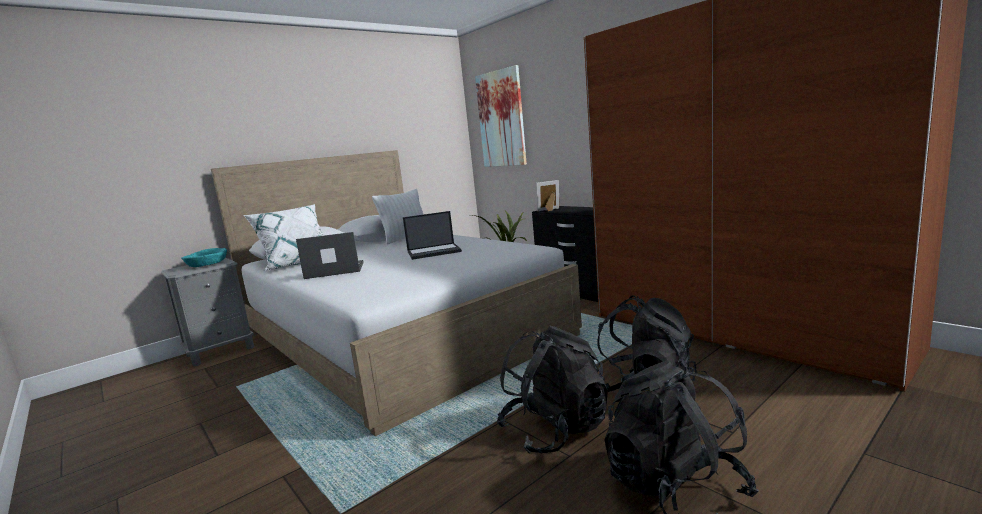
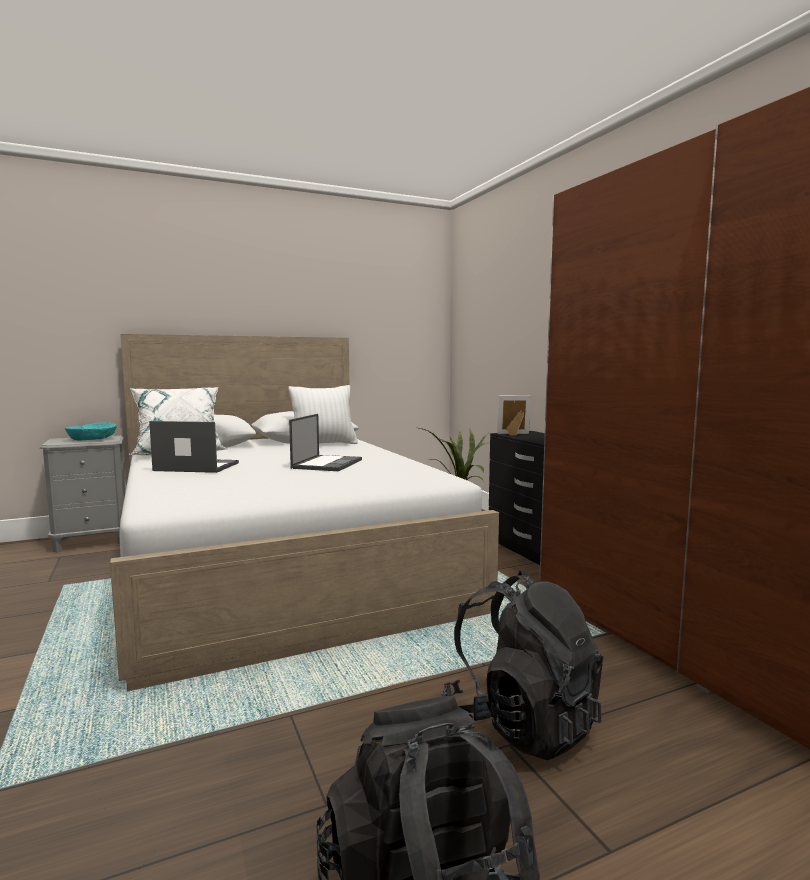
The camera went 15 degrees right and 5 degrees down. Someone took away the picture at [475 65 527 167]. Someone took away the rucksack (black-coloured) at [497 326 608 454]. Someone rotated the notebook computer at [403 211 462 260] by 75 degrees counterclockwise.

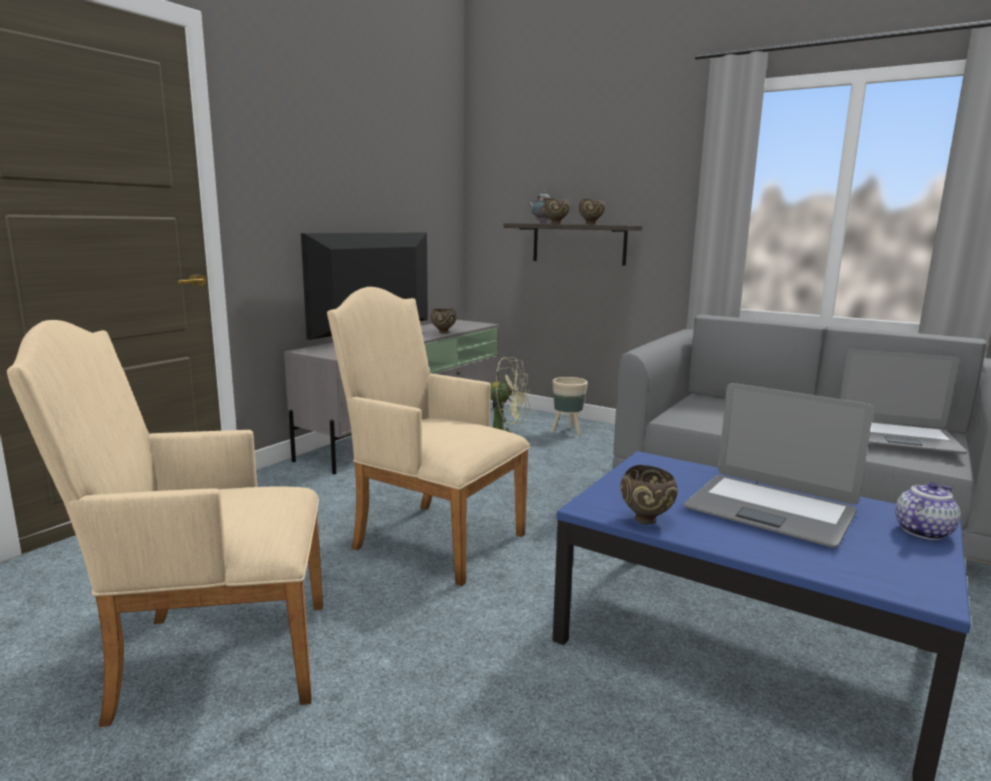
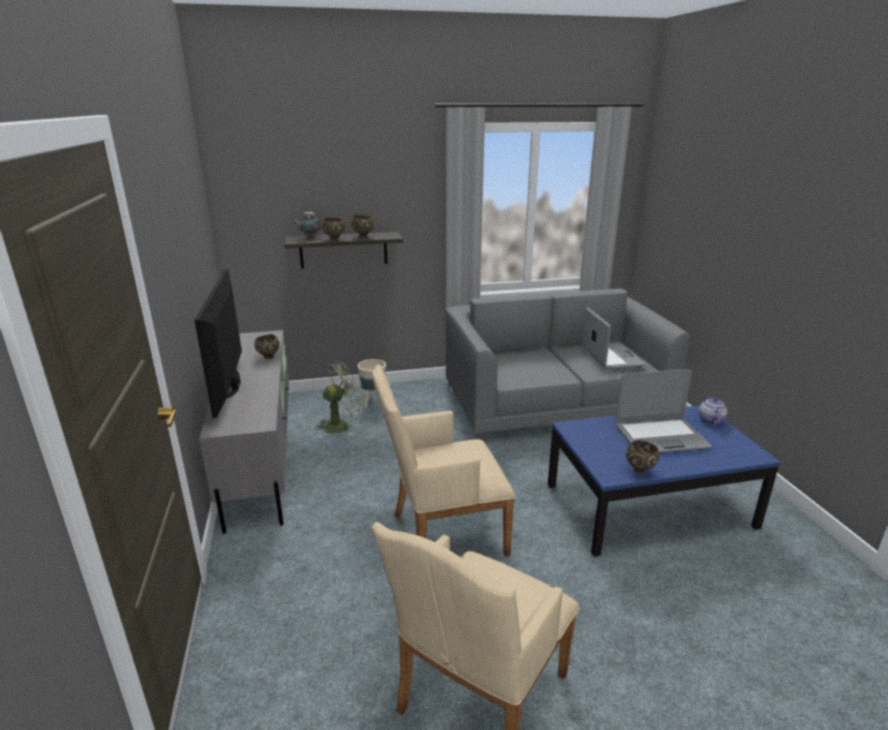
The camera went 45 degrees left and 10 degrees up. Someone rotated the notebook computer at [840 349 967 454] by 75 degrees counterclockwise.

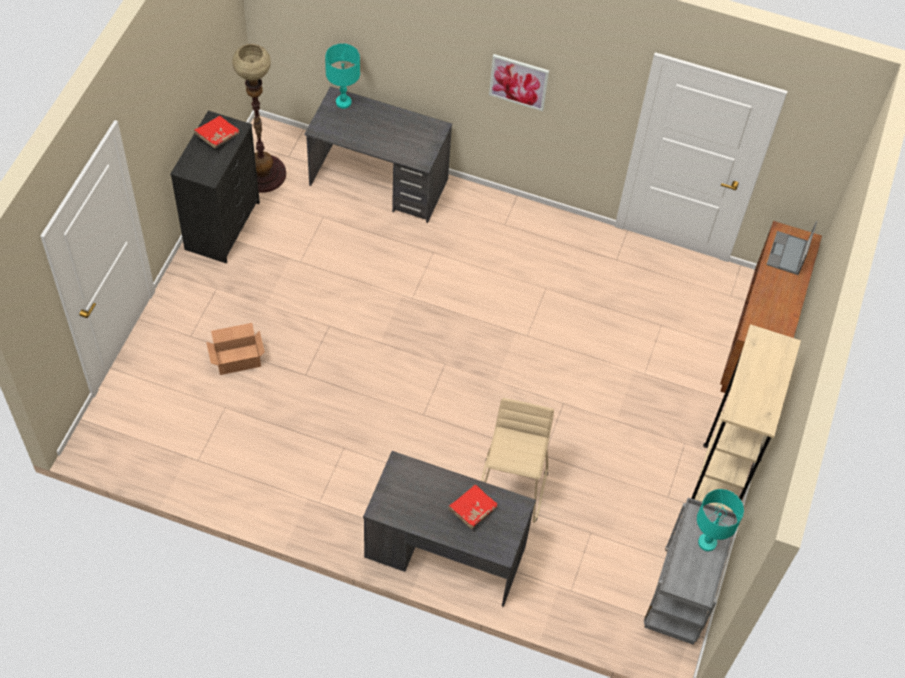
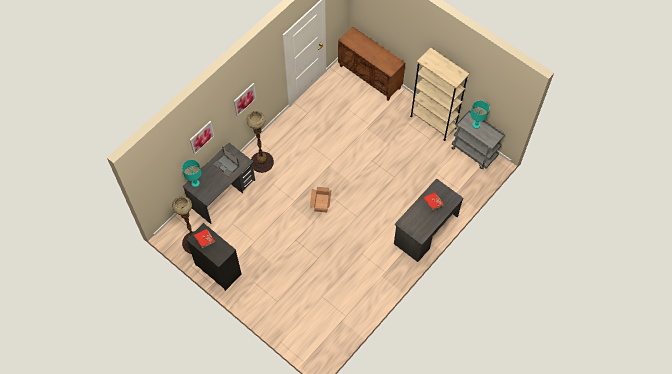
The camera went 65 degrees left and 5 degrees up. Someone took away the stool (beige-coloured) at [481 398 554 523]. Someone put up the picture at [190 121 214 155]. Someone put down the standard lamp at [247 111 274 173]. Someone carried the cardboard box from [206 323 265 375] to [310 187 332 212]. Someone carried the notebook computer from [766 221 817 275] to [213 146 239 177].

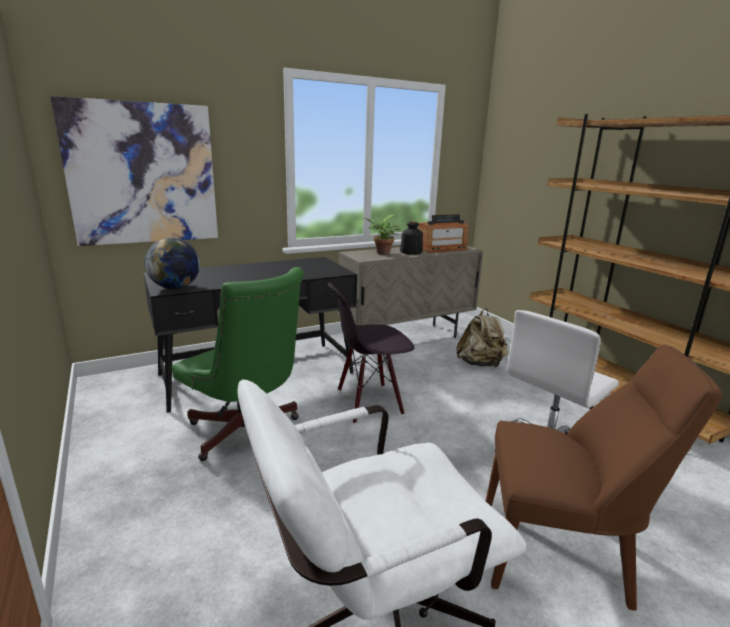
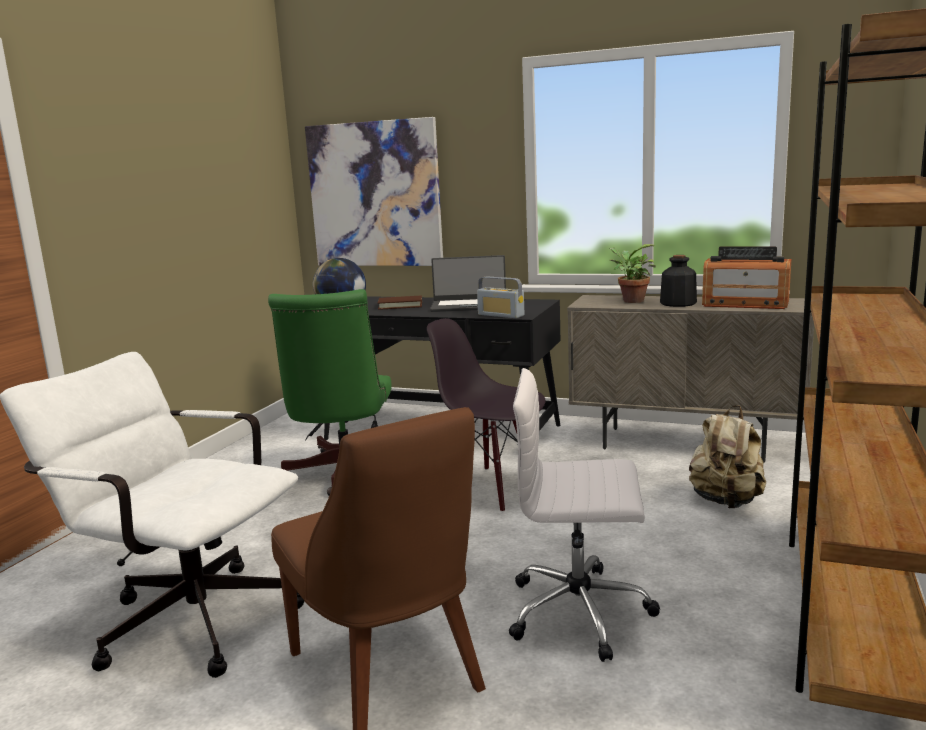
The camera went 50 degrees right and 5 degrees down. Someone put down the volume (brownish) at [378 296 422 310]. Someone put down the notebook computer at [430 255 506 312]. Someone put down the radio receiver at [477 276 525 318].

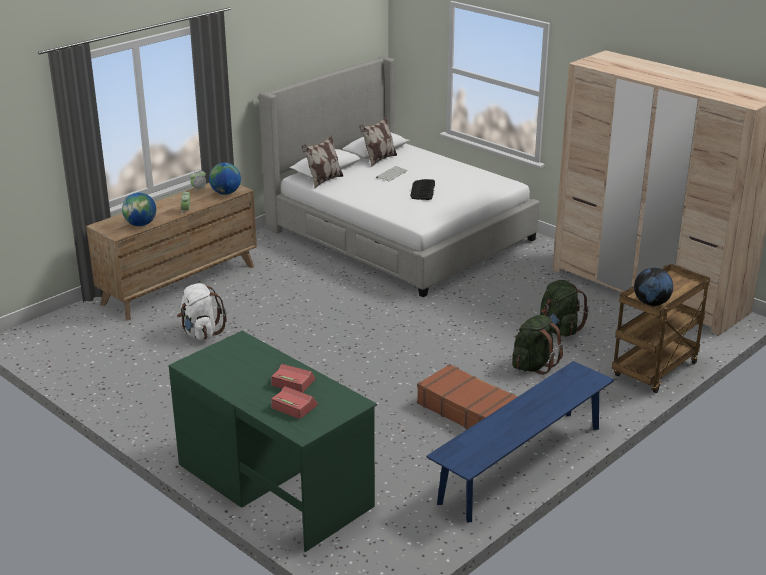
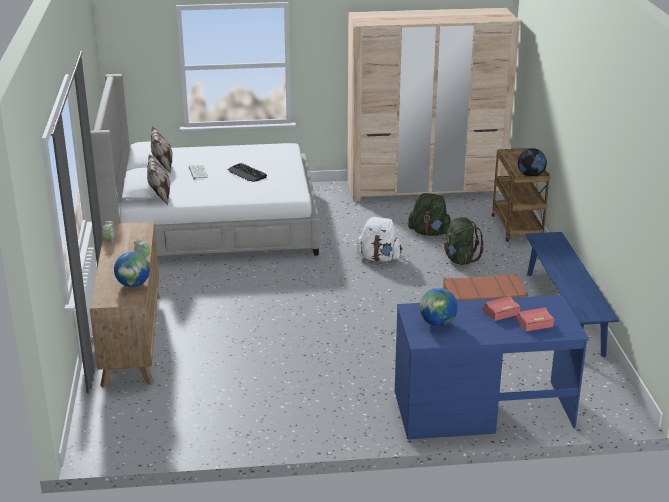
The camera went 50 degrees left and 0 degrees up. Someone carried the rucksack (white) from [177 283 226 340] to [357 217 403 262]. Someone carried the world globe from [209 163 241 195] to [420 288 458 326]. Someone repainted the desk (greenish) at [168 331 377 552], which became the desk (blue-coloured) at [395 295 589 439].

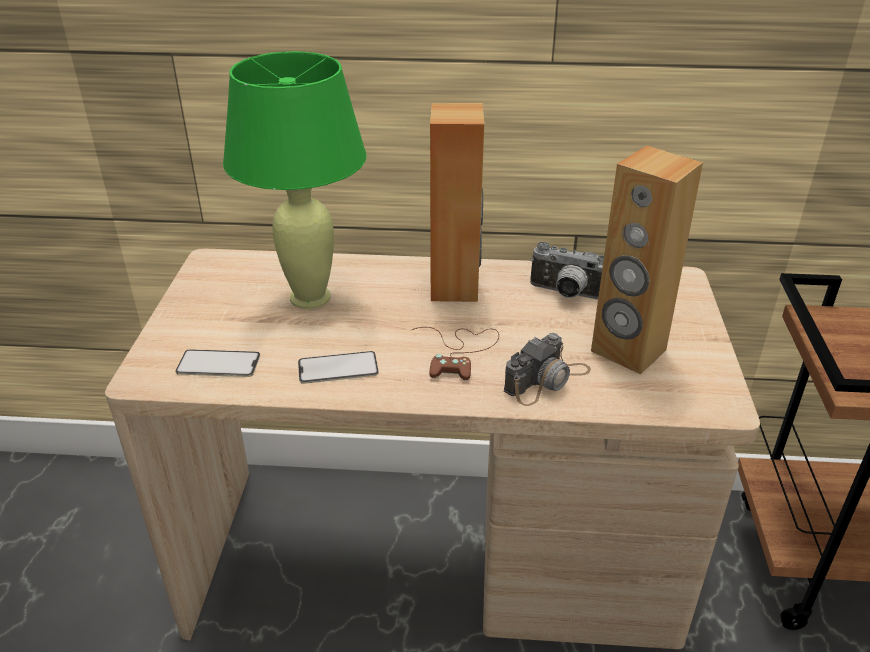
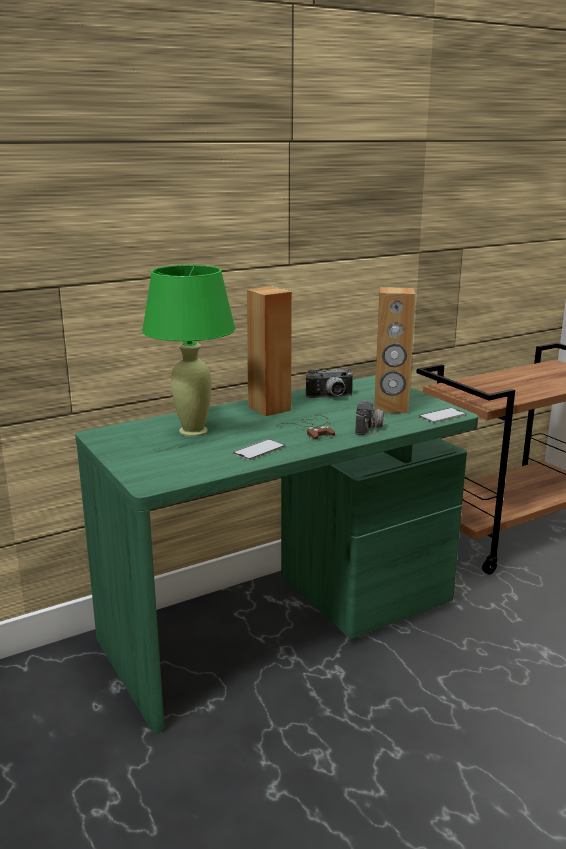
The camera went 35 degrees left and 15 degrees down. Someone carried the handset from [175 349 260 377] to [419 408 466 423]. Someone repainted the desk (beige-coloured) at [105 249 760 649], which became the desk (greenish) at [75 376 478 733].

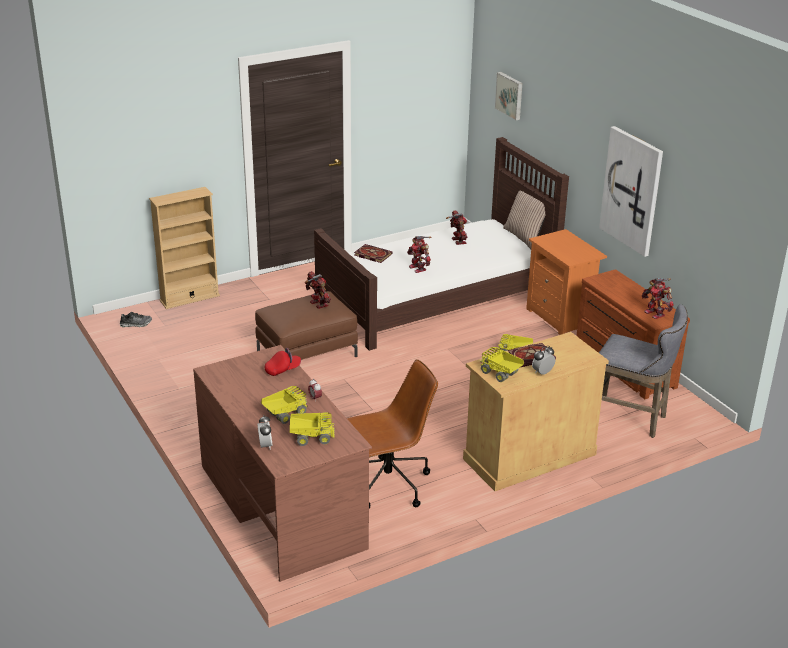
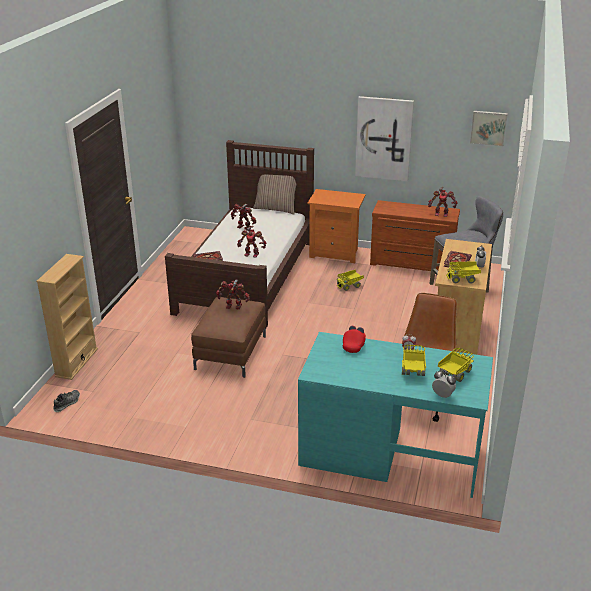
The camera went 45 degrees left and 0 degrees up. Someone carried the picture from [495 72 522 120] to [470 111 508 146]. Someone repainted the desk (brownish) at [193 345 372 582], which became the desk (turquoise) at [298 332 493 498].

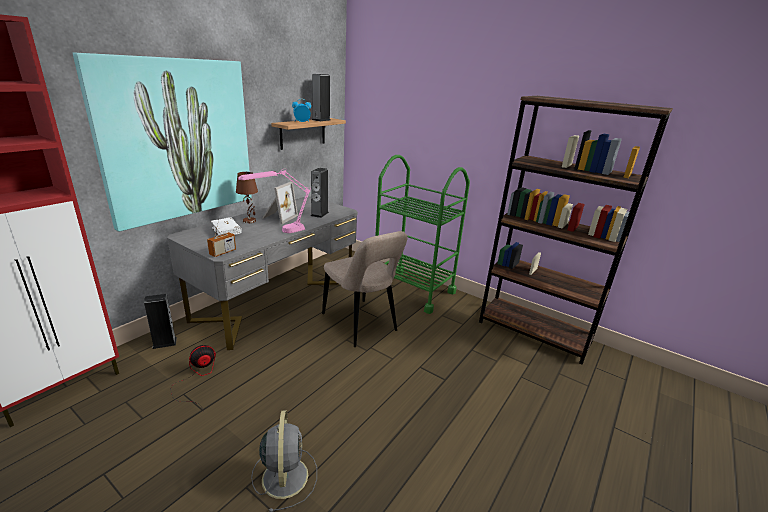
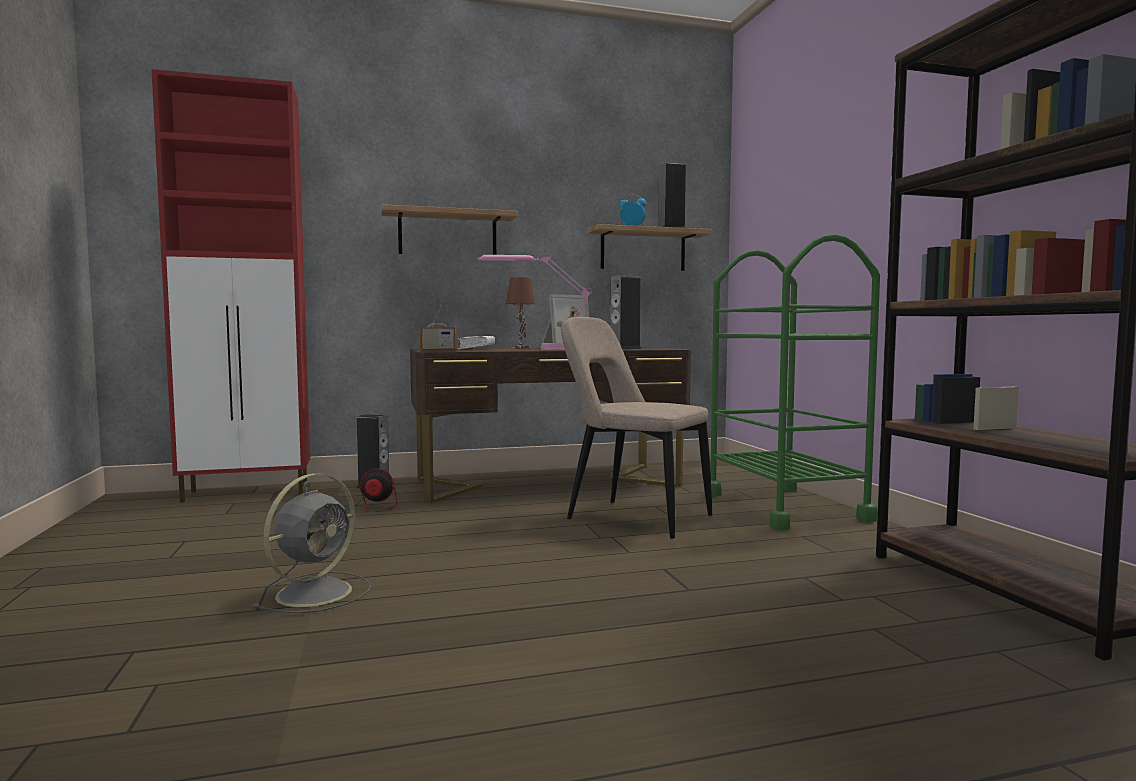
The camera went 40 degrees right and 20 degrees down. Someone swapped the picture at [73 53 252 232] for the bracket shelf at [381 204 518 255]. Someone repainted the desk (greyish) at [167 196 358 350], which became the desk (brownish) at [410 347 691 503]. Someone rotated the chair (beige-coloured) at [322 231 408 347] by 120 degrees clockwise.

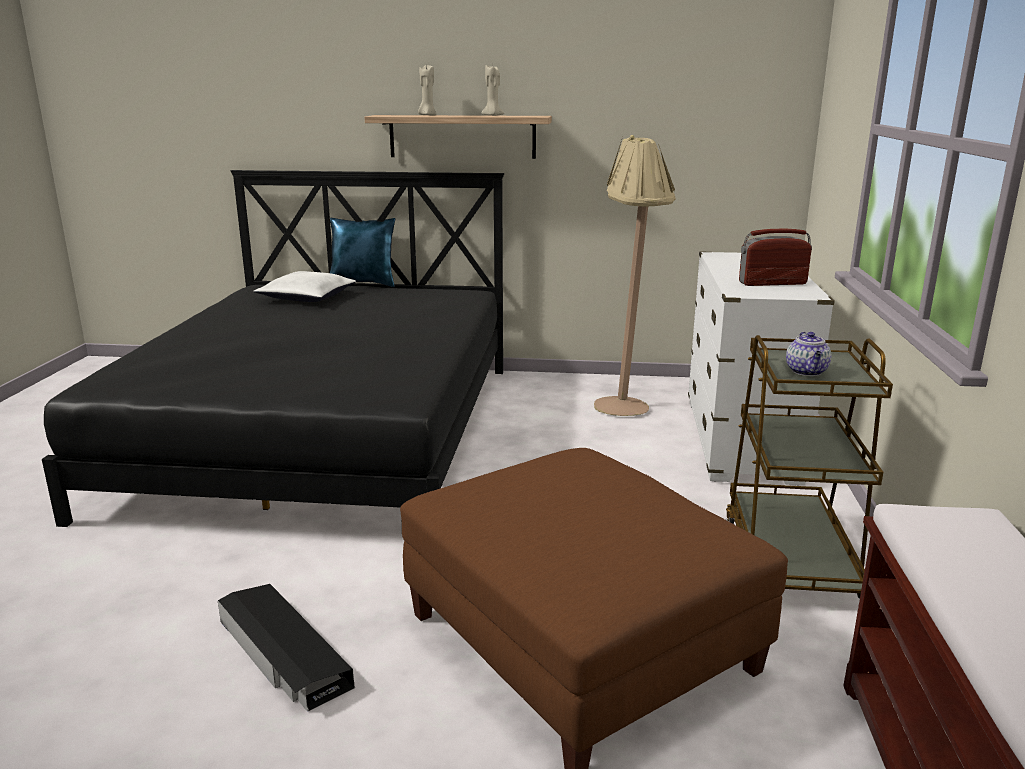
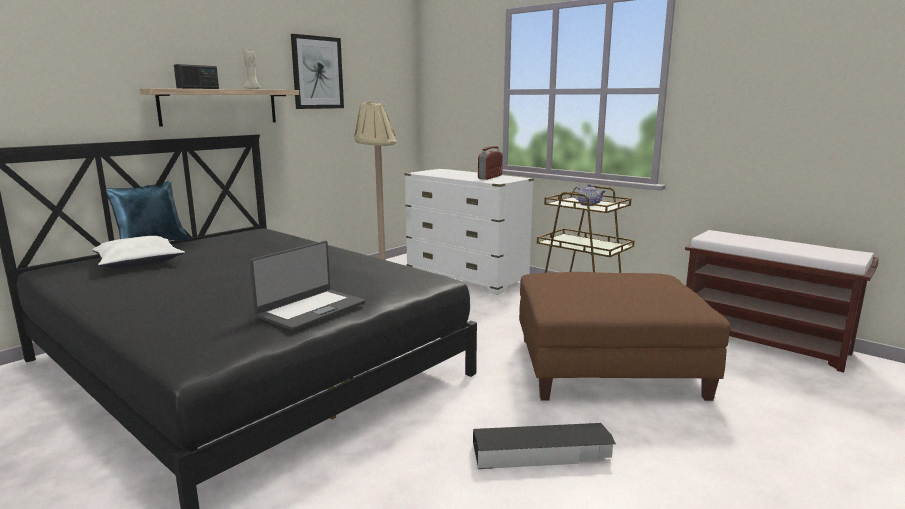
The camera went 55 degrees left and 5 degrees down. Someone put down the notebook computer at [250 241 365 331]. Someone put up the picture at [291 34 344 109]. Someone swapped the candle (beige-coloured) at [418 64 437 116] for the radio receiver at [174 64 219 89].

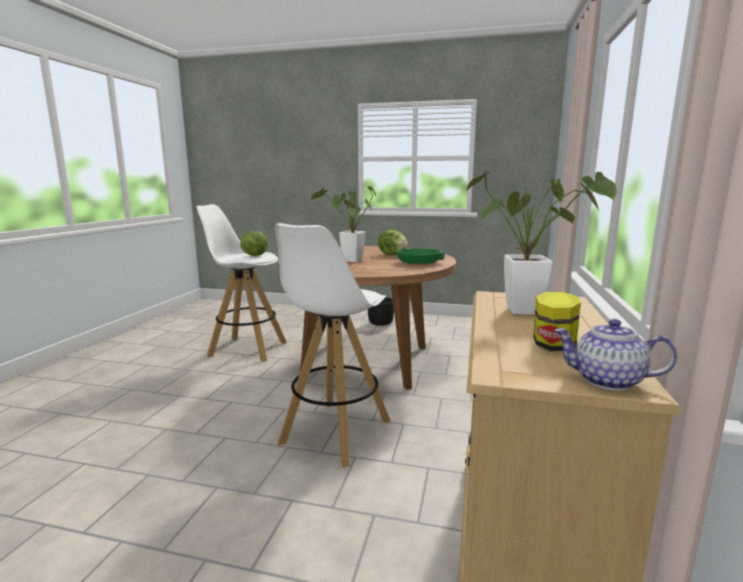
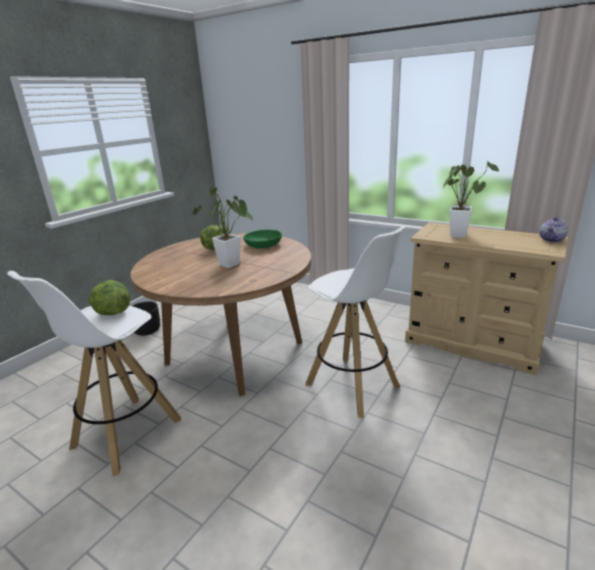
The camera went 70 degrees left and 10 degrees up. Someone took away the preserve jar at [533 292 581 351].

